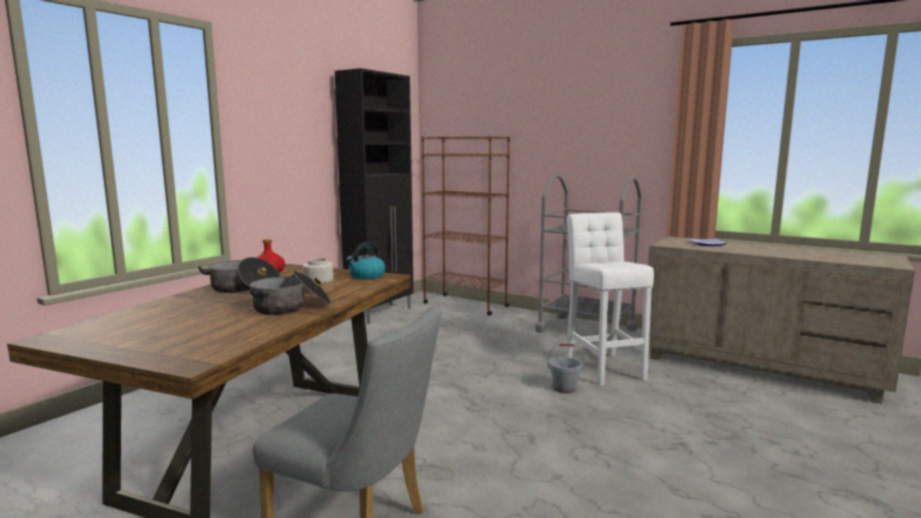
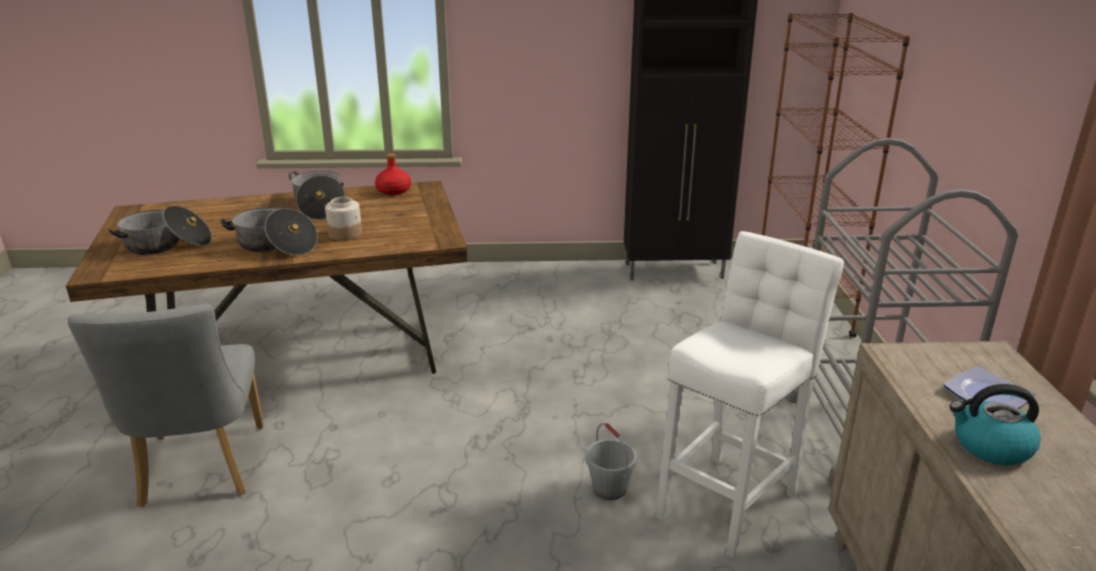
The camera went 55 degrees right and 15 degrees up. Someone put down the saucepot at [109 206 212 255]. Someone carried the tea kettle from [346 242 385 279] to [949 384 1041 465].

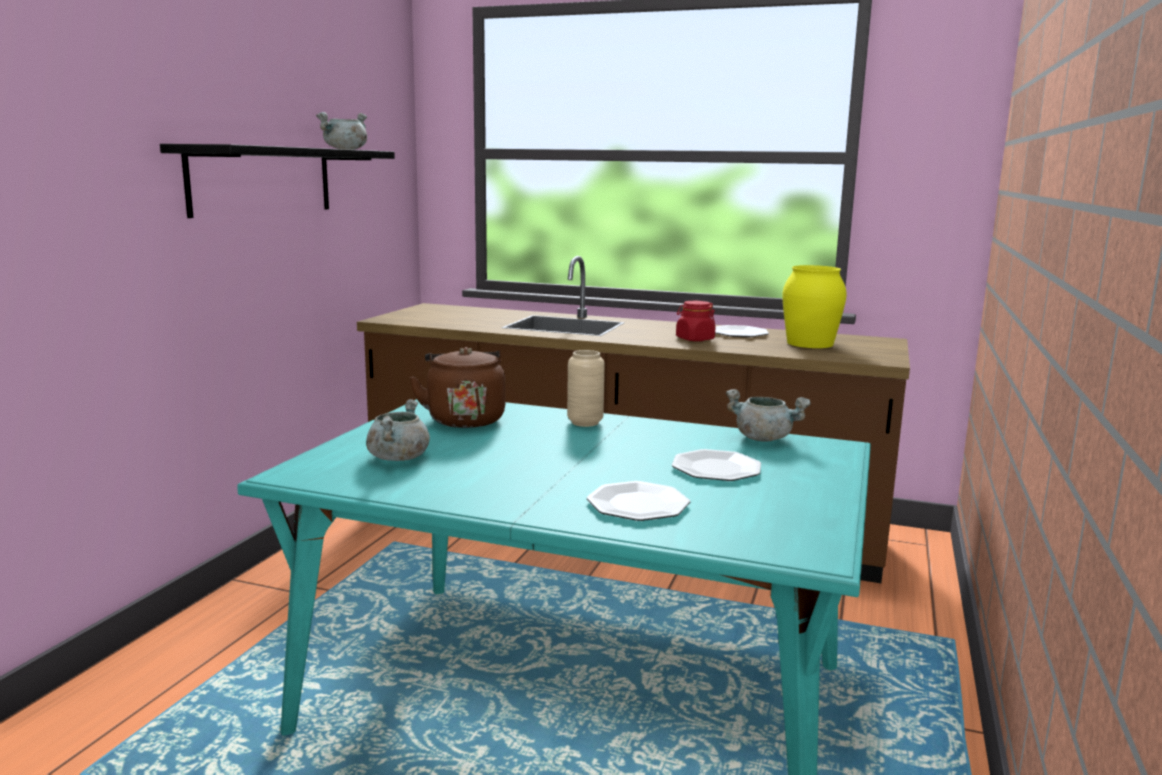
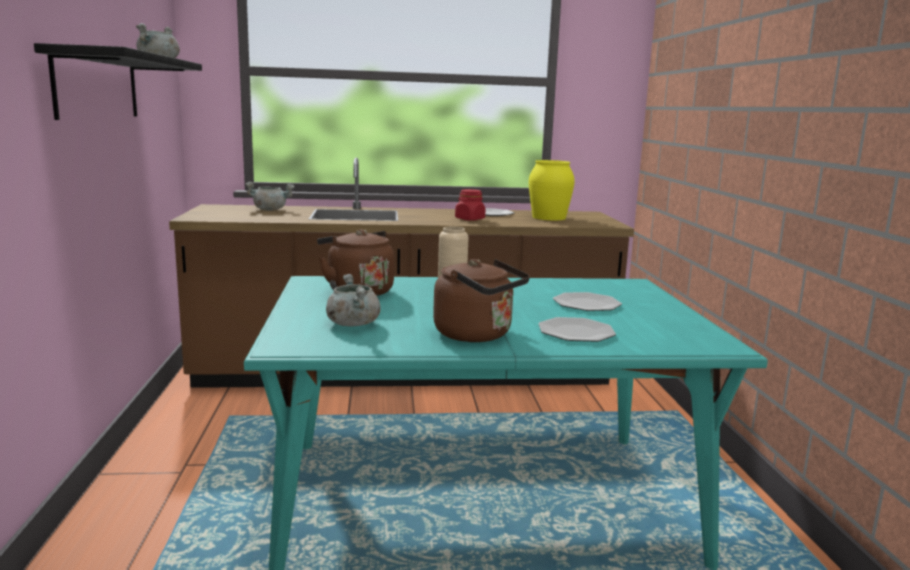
The camera went 25 degrees left and 0 degrees up. Someone put down the tea kettle (brownish) at [433 259 530 342]. Someone carried the saucepot (greyish) from [726 389 811 442] to [245 182 295 211].

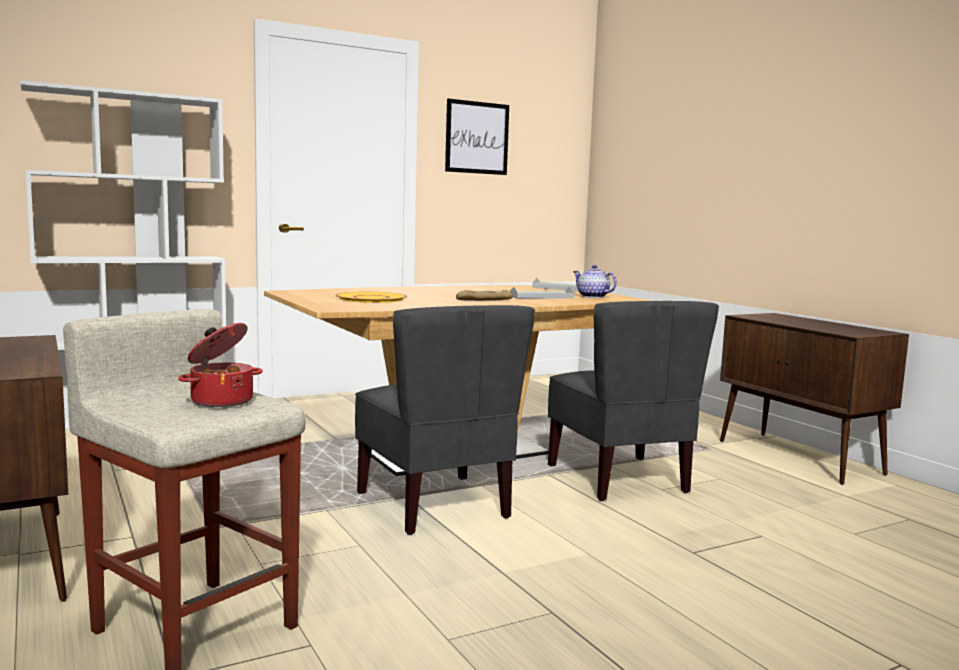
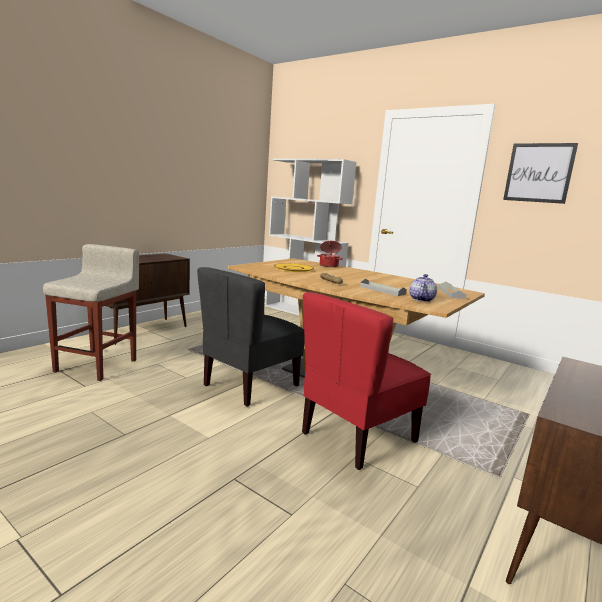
The camera went 65 degrees right and 5 degrees up. Someone carried the saucepot from [178 323 263 407] to [317 241 343 267]. Someone repainted the chair (greyish) at [548 301 719 501], which became the chair (reddish) at [302 292 431 470].

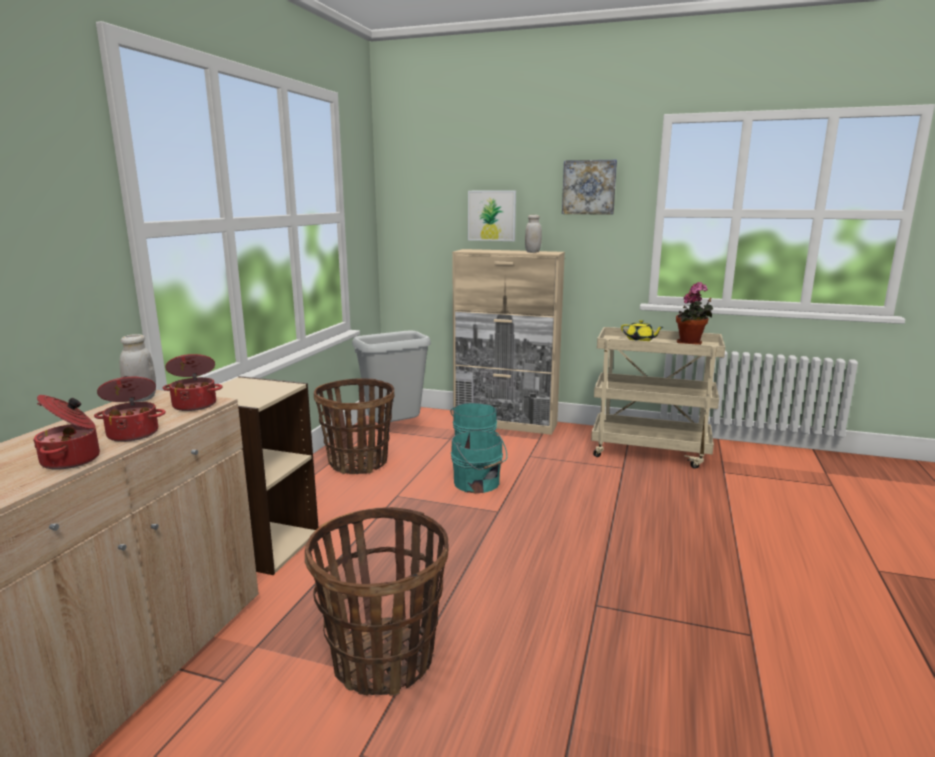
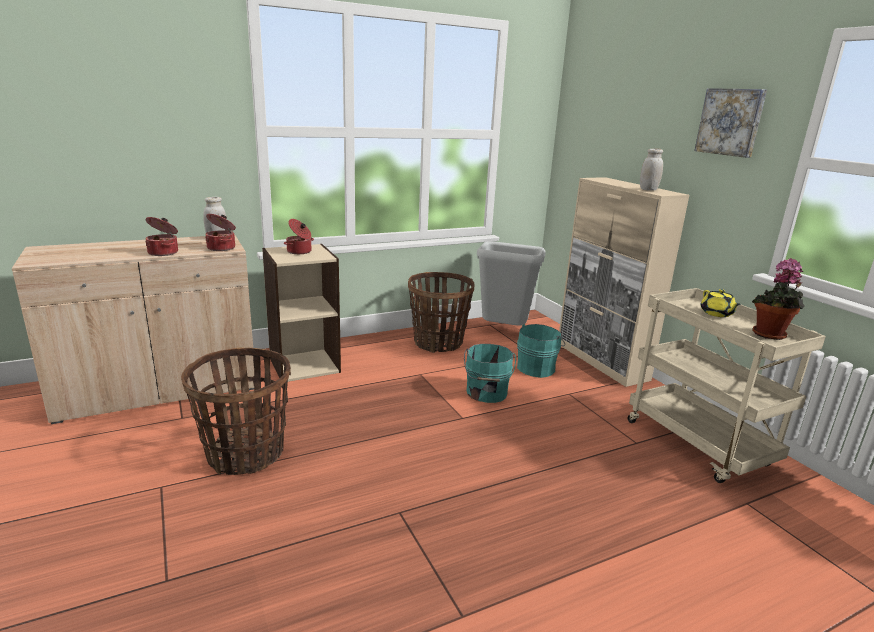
The camera went 45 degrees right and 5 degrees up. Someone took away the picture at [468 191 516 241]. Someone carried the saucepot from [33 395 100 470] to [284 219 314 254].

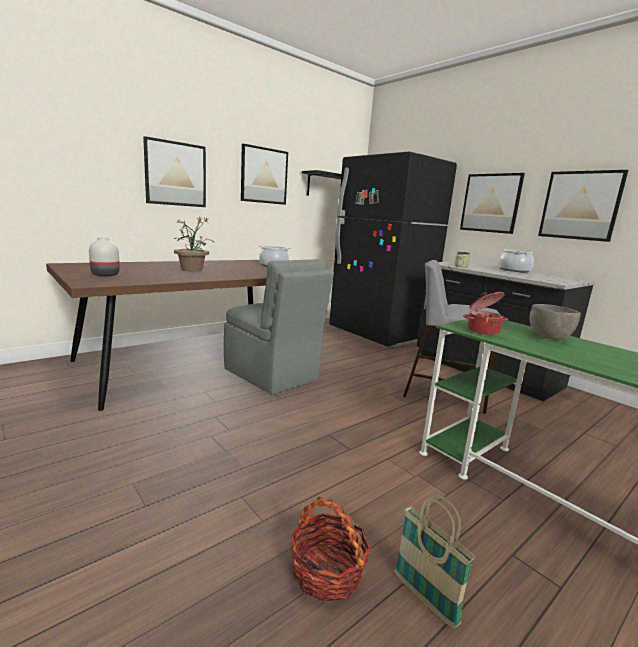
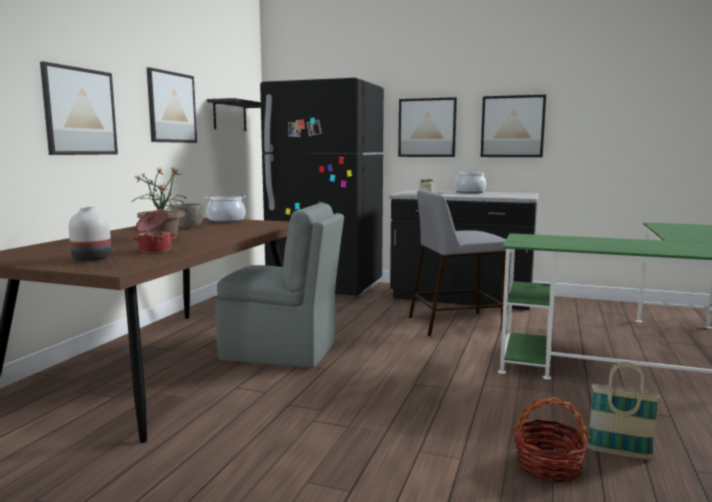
The camera went 30 degrees left and 5 degrees down. Someone carried the saucepot from [463 292 508 335] to [131 209 177 253]. Someone carried the serving bowl (greyish) from [530 304 581 340] to [171 203 204 227].

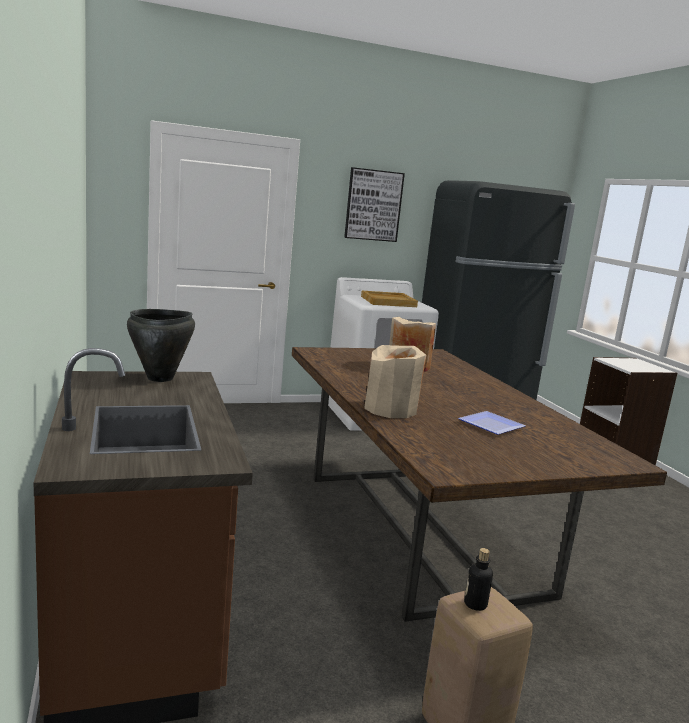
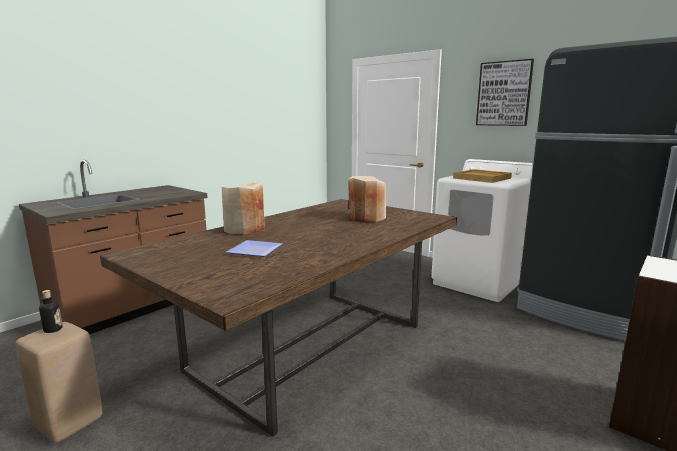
The camera went 60 degrees right and 0 degrees up. Someone took away the saucepot (black-coloured) at [127 309 195 382].

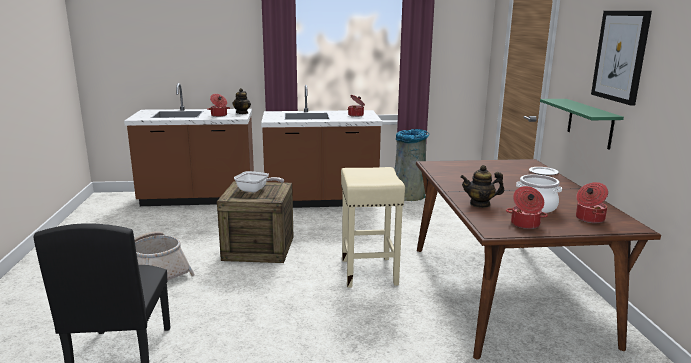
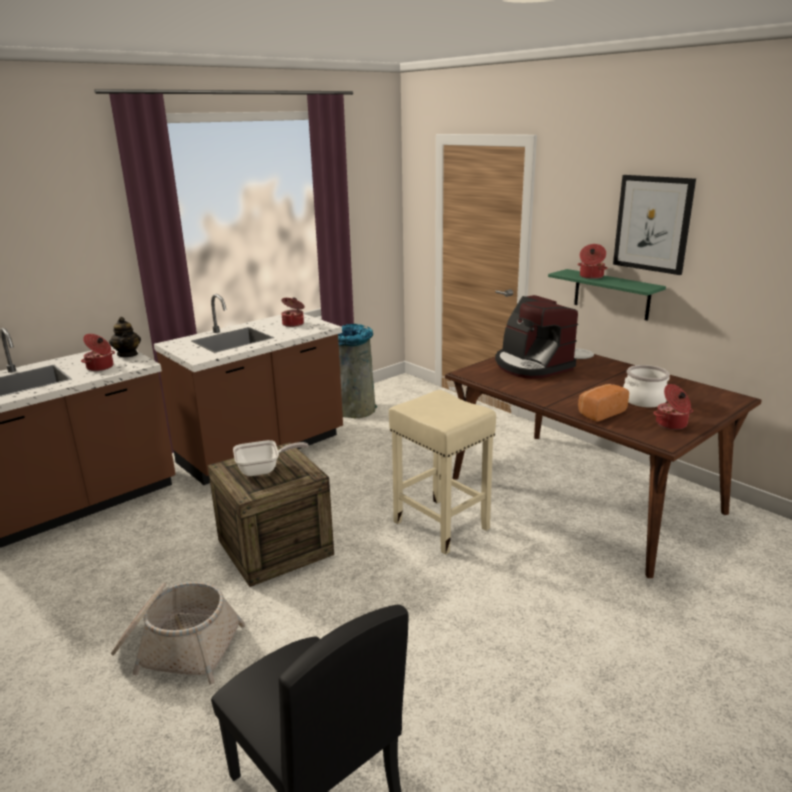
The camera went 35 degrees left and 5 degrees up. Someone put down the coffee maker at [495 295 578 379]. Someone carried the saucepot from [576 182 608 223] to [577 244 608 279]. Someone swapped the pot for tea at [460 165 504 208] for the bakery bread at [578 384 629 422].

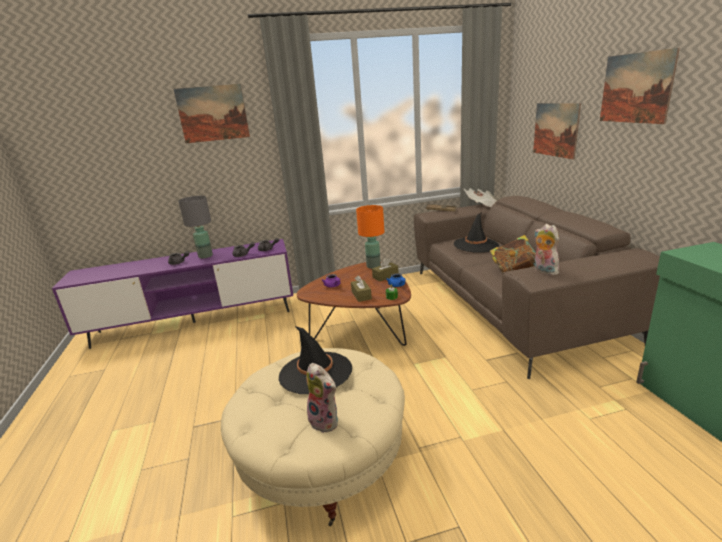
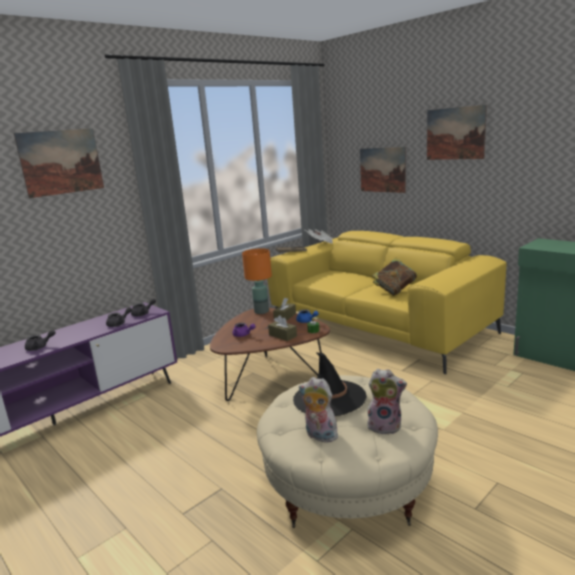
The camera went 30 degrees left and 5 degrees down. Someone took away the table lamp (greyish) at [178 196 213 258]. Someone took away the hat (black-coloured) at [454 212 499 253]. Someone carried the soft toy from [534 224 559 276] to [299 377 338 442]. Someone repainted the couch (brownish) at [414 196 660 379], which became the couch (yellow) at [267 231 506 374].

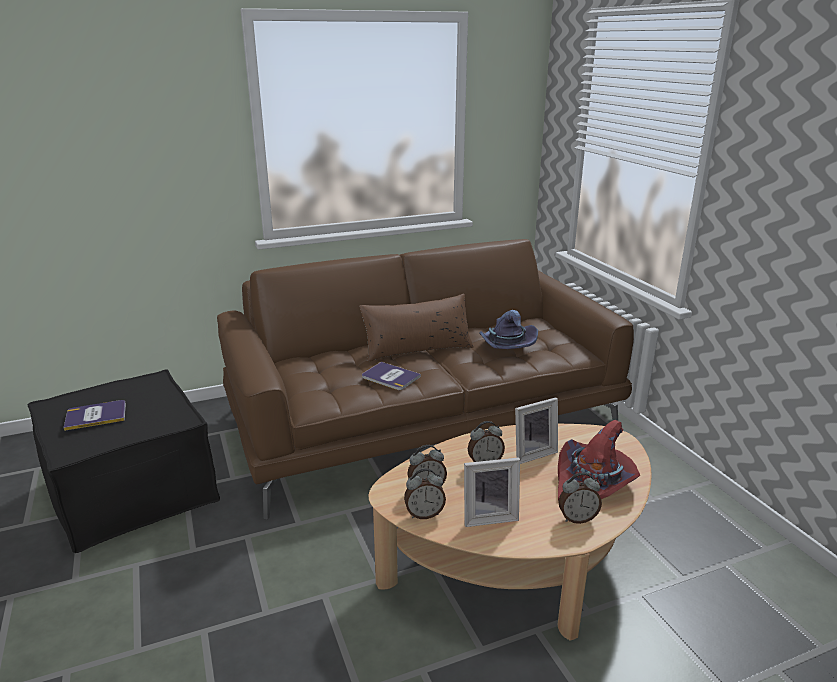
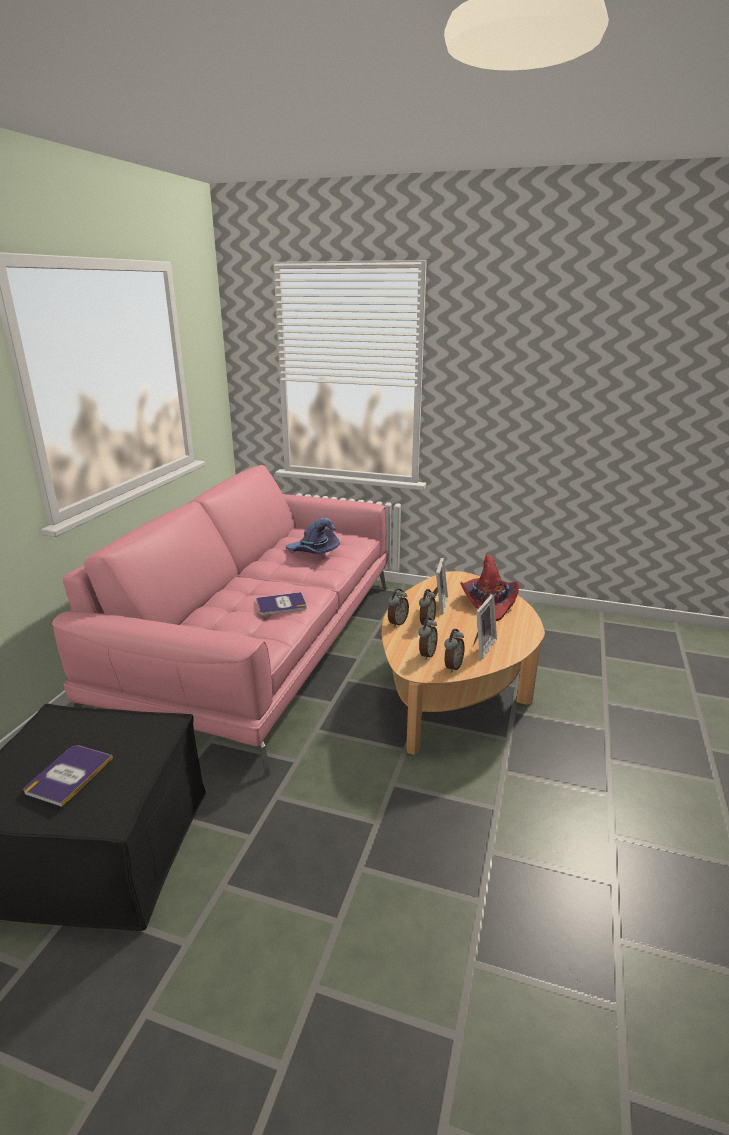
The camera went 50 degrees left and 0 degrees up. Someone took away the throw pillow (brownish) at [359 294 473 362]. Someone carried the bedside clock from [558 472 602 524] to [388 589 409 627]. Someone repainted the couch (brownish) at [217 239 634 520], which became the couch (pink-coloured) at [52 465 389 778].

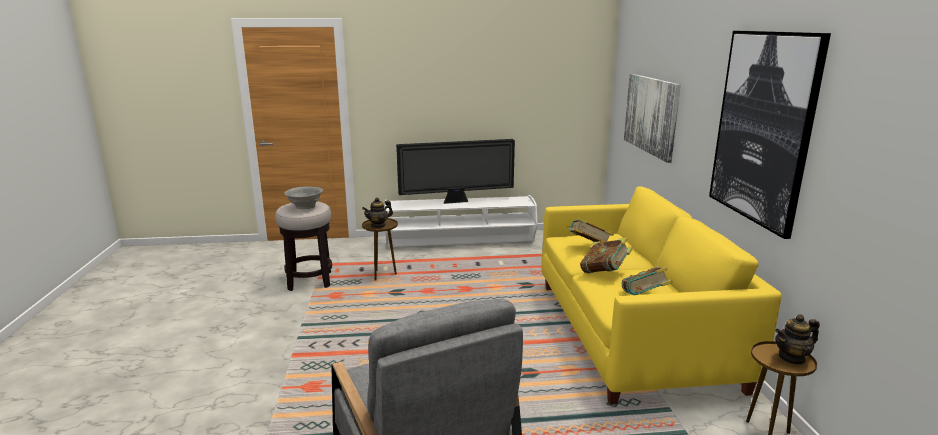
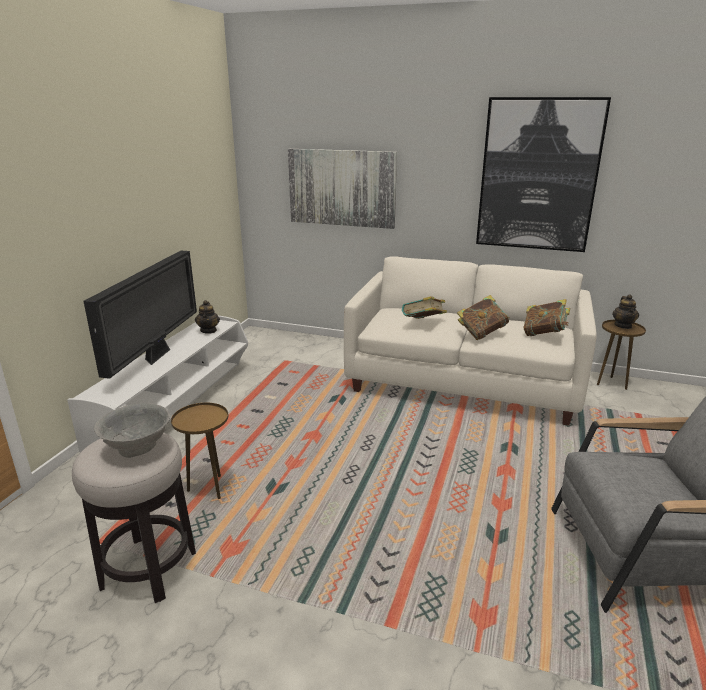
The camera went 65 degrees left and 5 degrees up. Someone carried the pot for tea from [362 197 393 228] to [195 300 220 334]. Someone repainted the couch (yellow) at [541 187 781 405], which became the couch (white) at [344 257 597 426].

